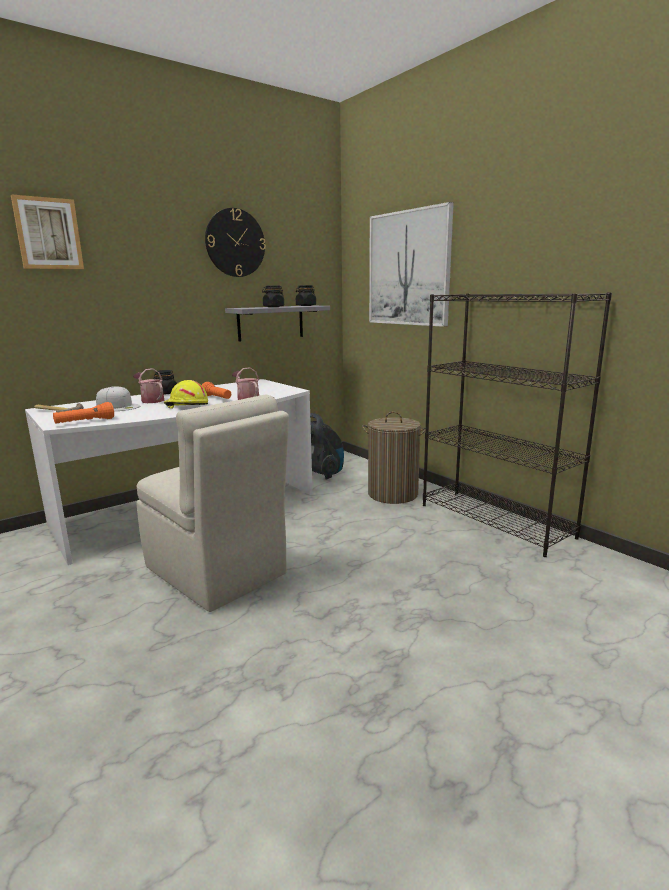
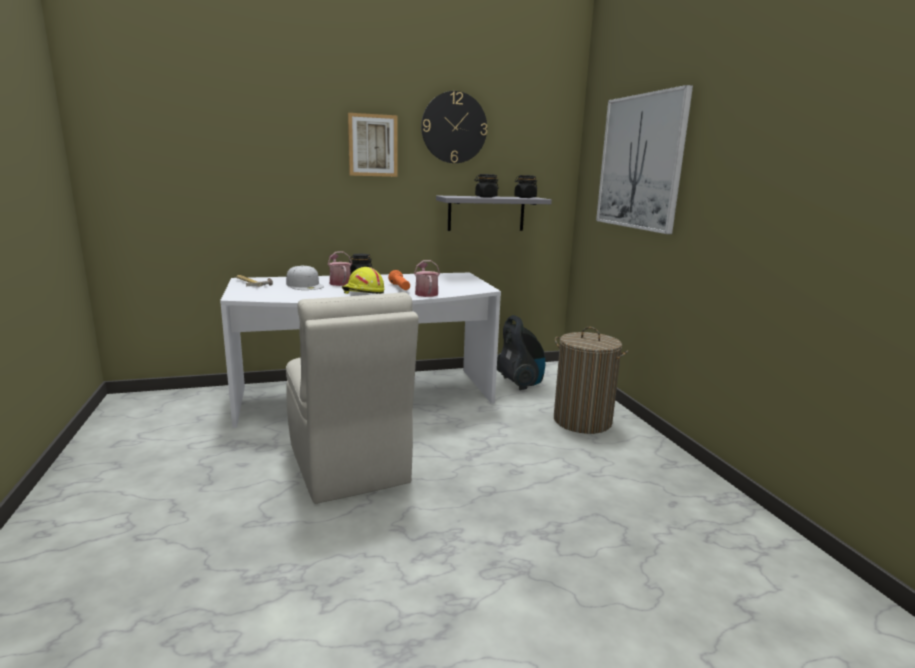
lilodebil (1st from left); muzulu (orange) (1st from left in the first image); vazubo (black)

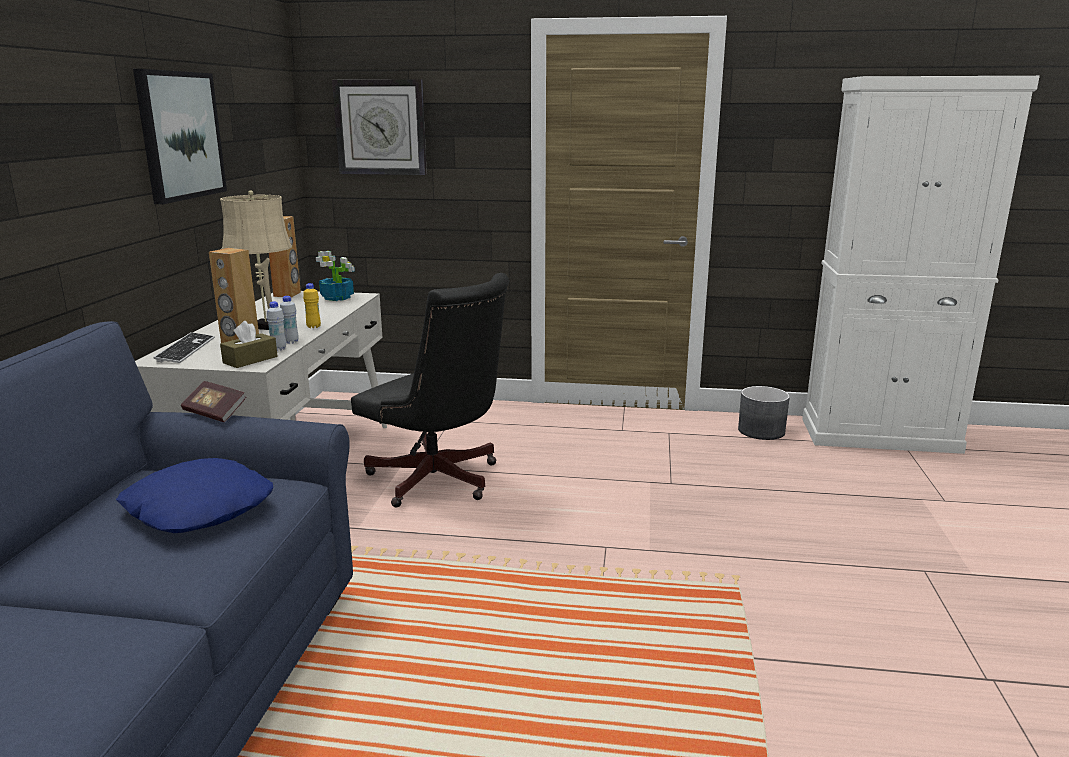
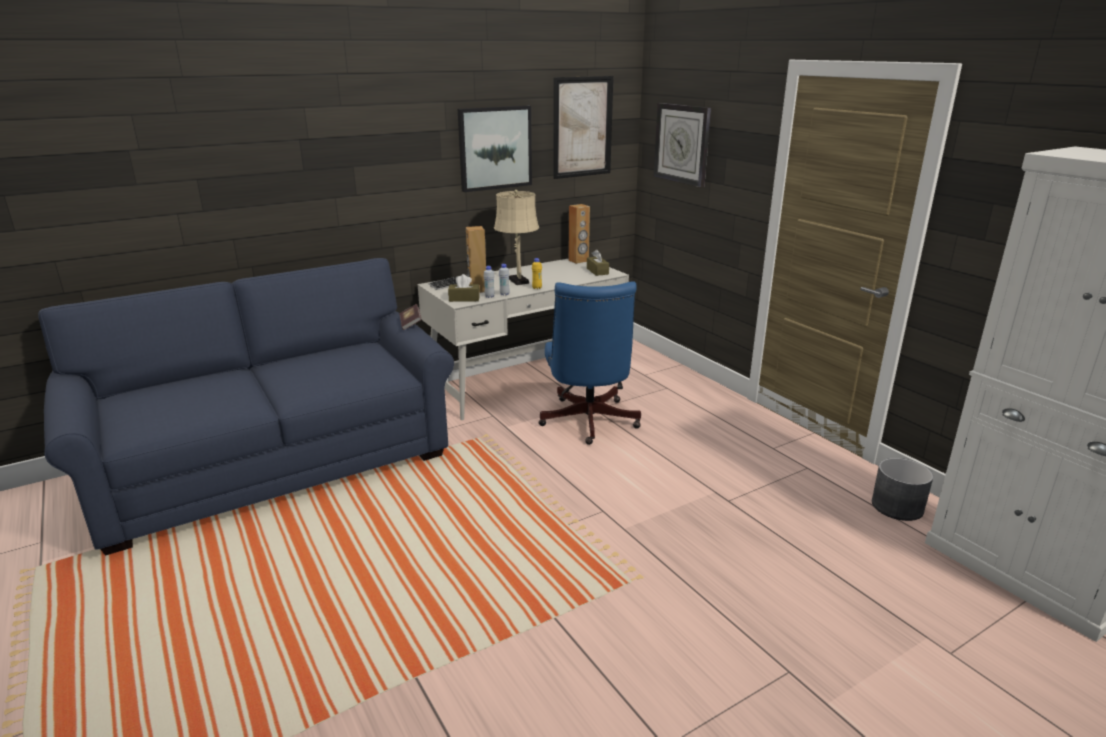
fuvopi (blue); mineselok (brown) (2nd from left); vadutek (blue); lilodebil (2nd from left)

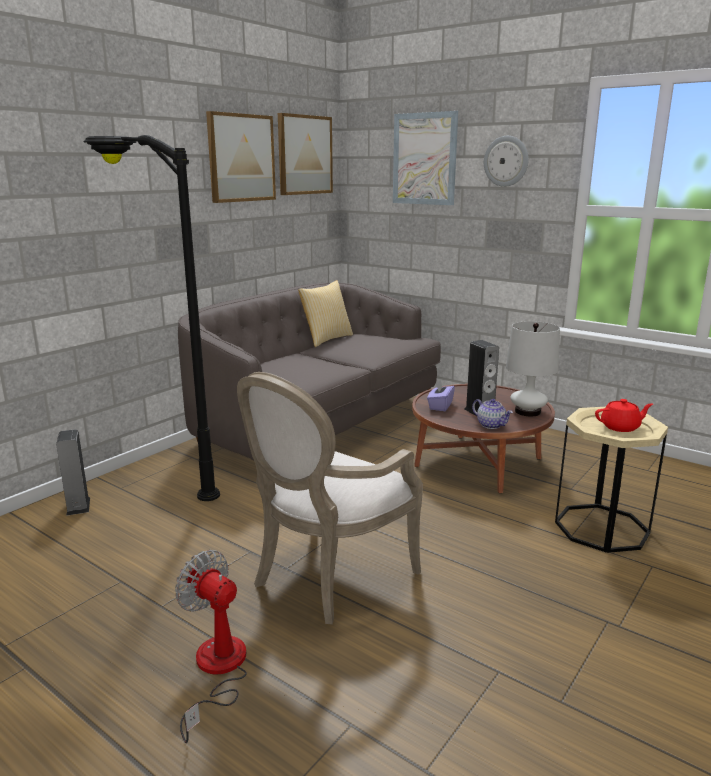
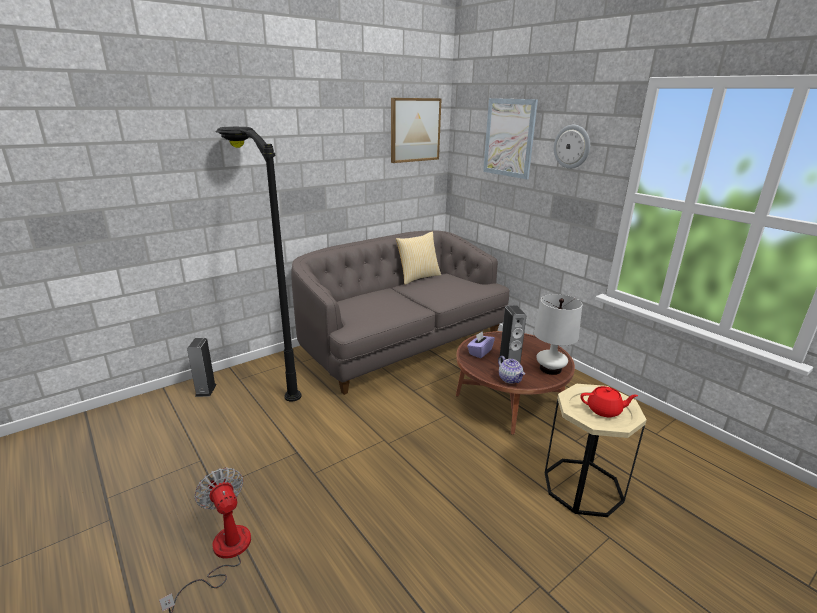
lilodebil (1st from left in the first image); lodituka

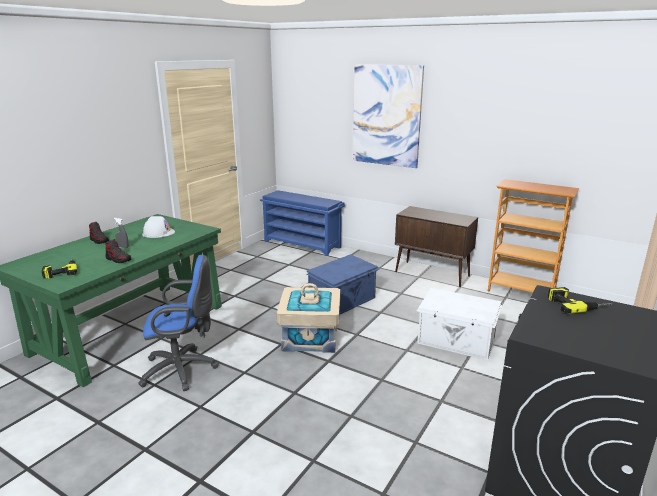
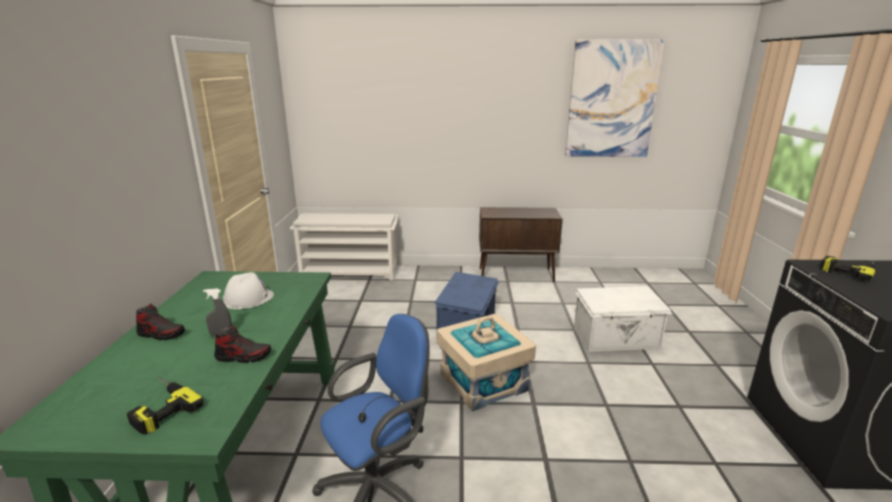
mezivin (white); lilodebil; vazubo

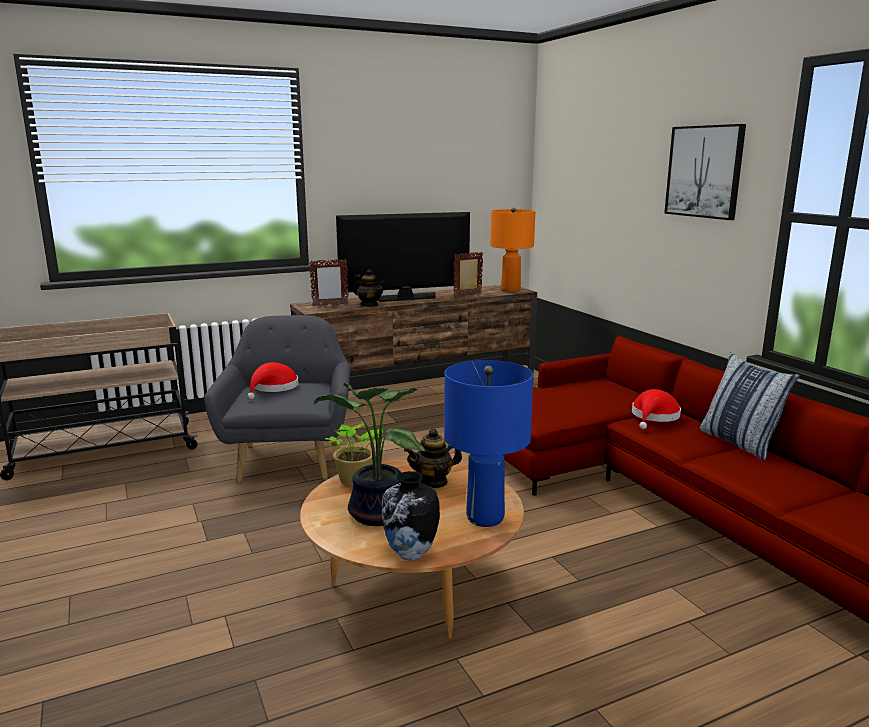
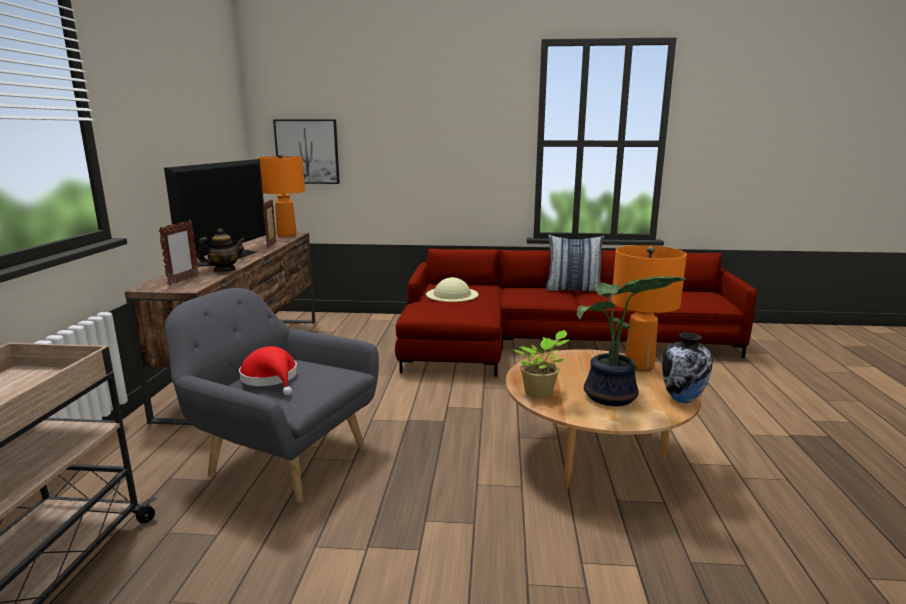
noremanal (2nd from left in the first image); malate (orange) (2nd from left); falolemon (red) (2nd from left in the first image); lilodebil; falolemon (beige)

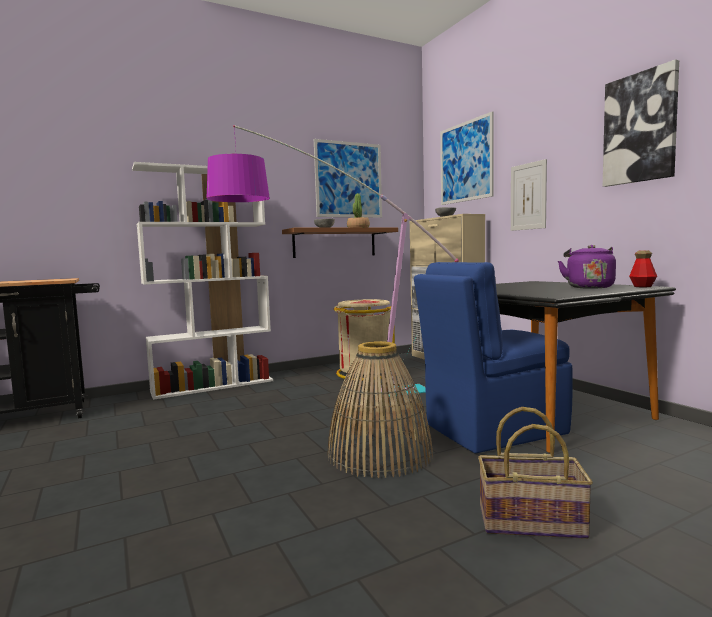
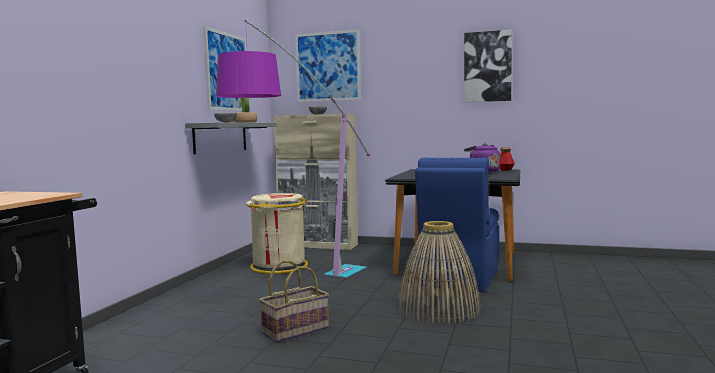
vazubo (white); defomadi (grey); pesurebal (1st from left); lilodebil (3rd from left in the first image)

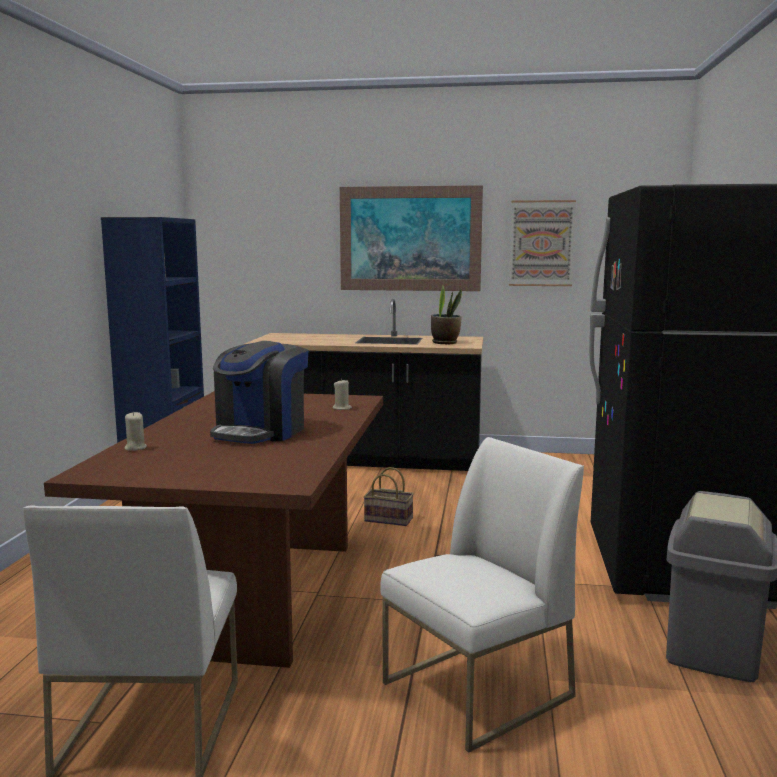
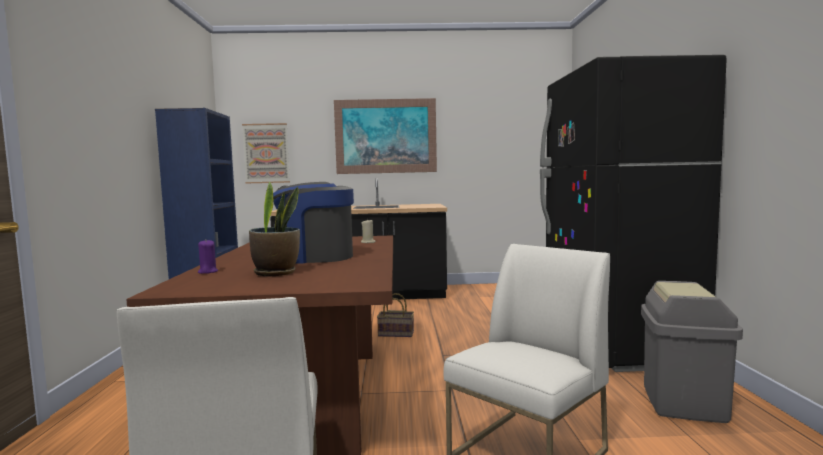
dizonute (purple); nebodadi; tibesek; lilodebil (1st from left)

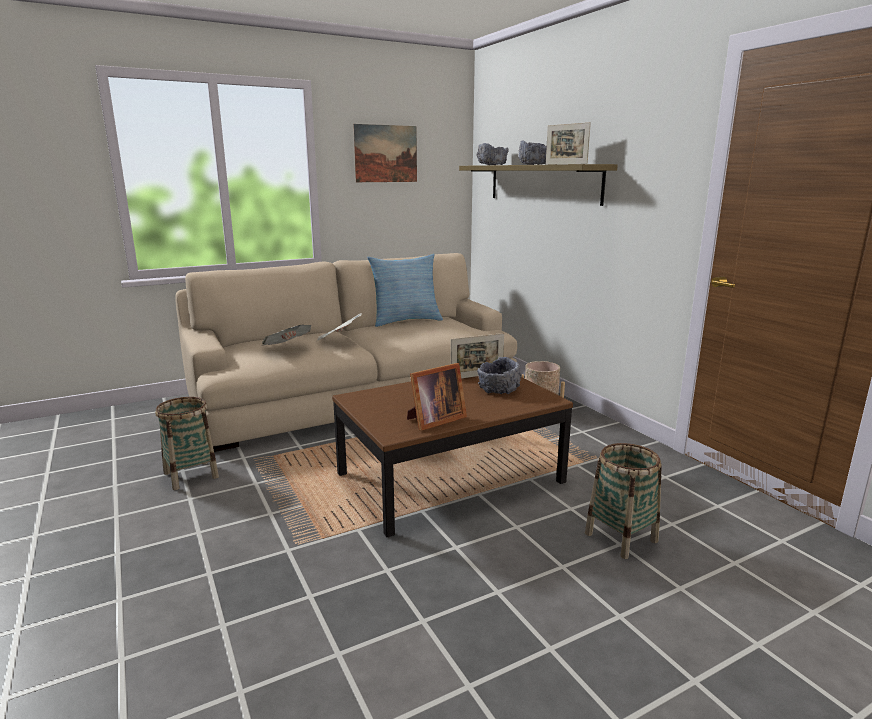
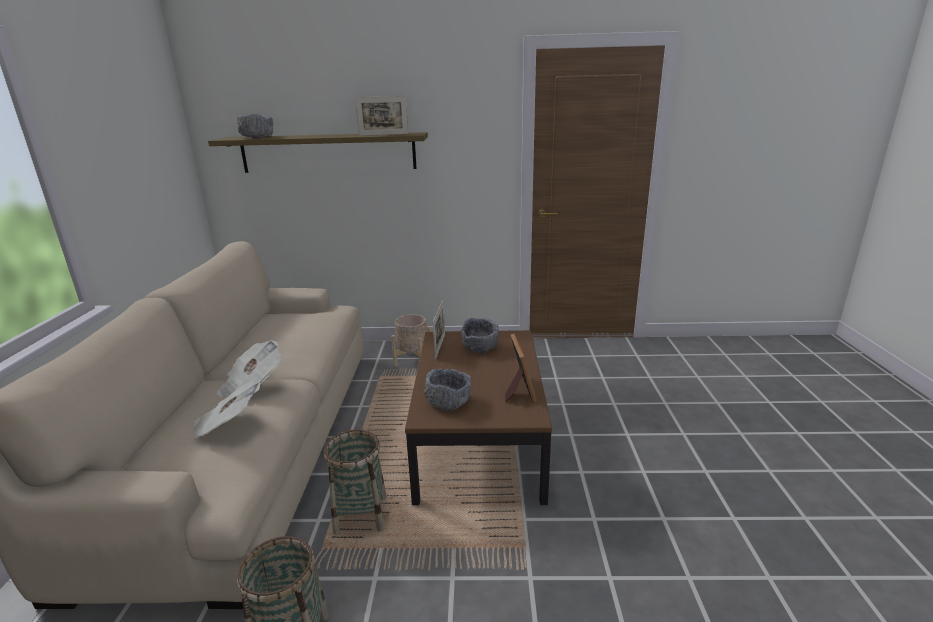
lilodebil; fuvopi; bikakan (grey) (2nd from left); pesurebal (2nd from left)

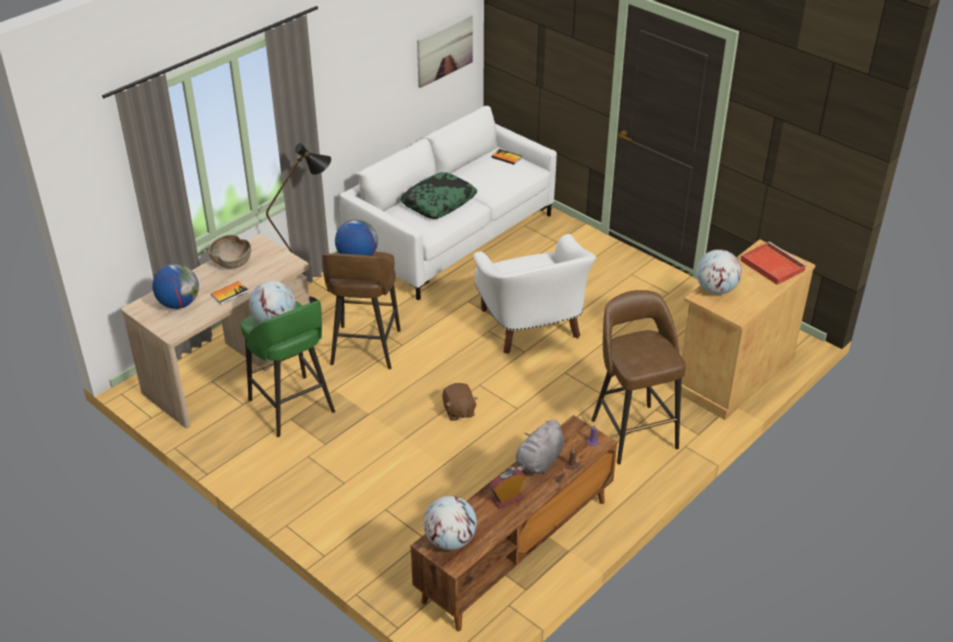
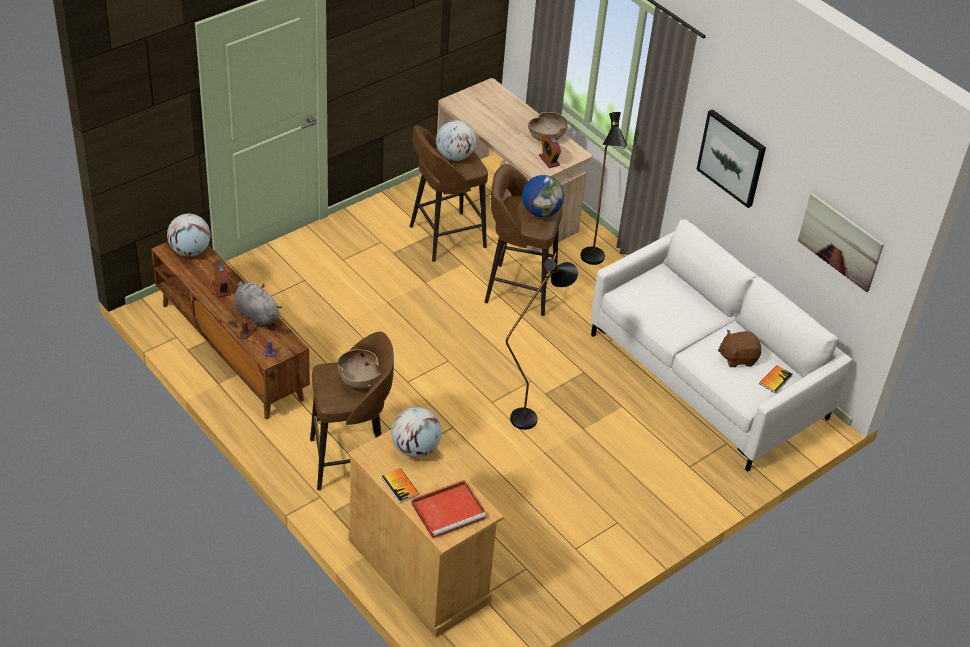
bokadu (1st from left in the first image); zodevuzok (1st from left); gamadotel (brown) (2nd from left); fuvopi; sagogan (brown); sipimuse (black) (1st from left); bikakan (brown) (1st from left); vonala (2nd from left); lilodebil (1st from left)

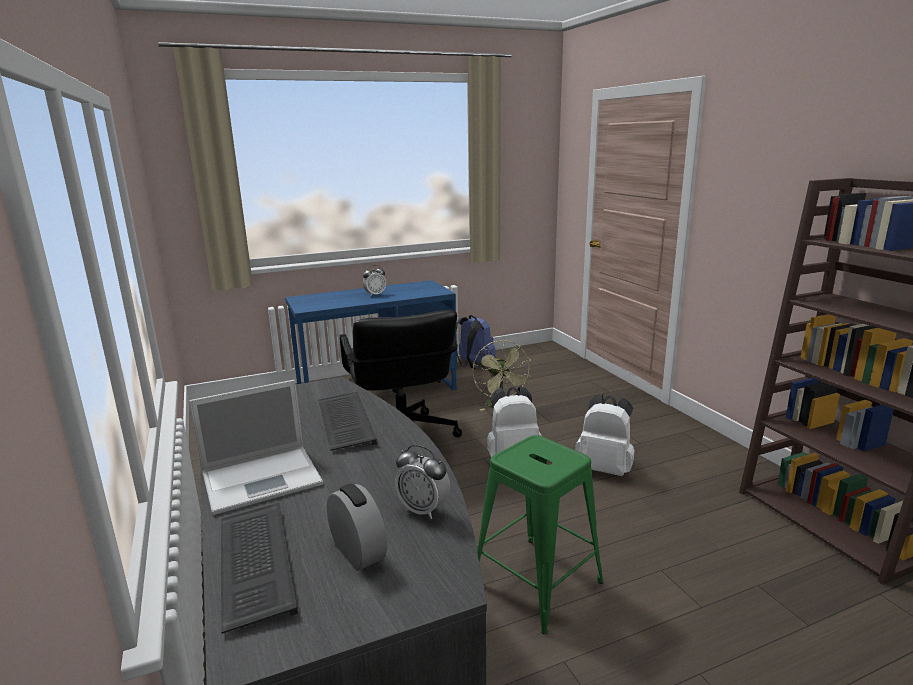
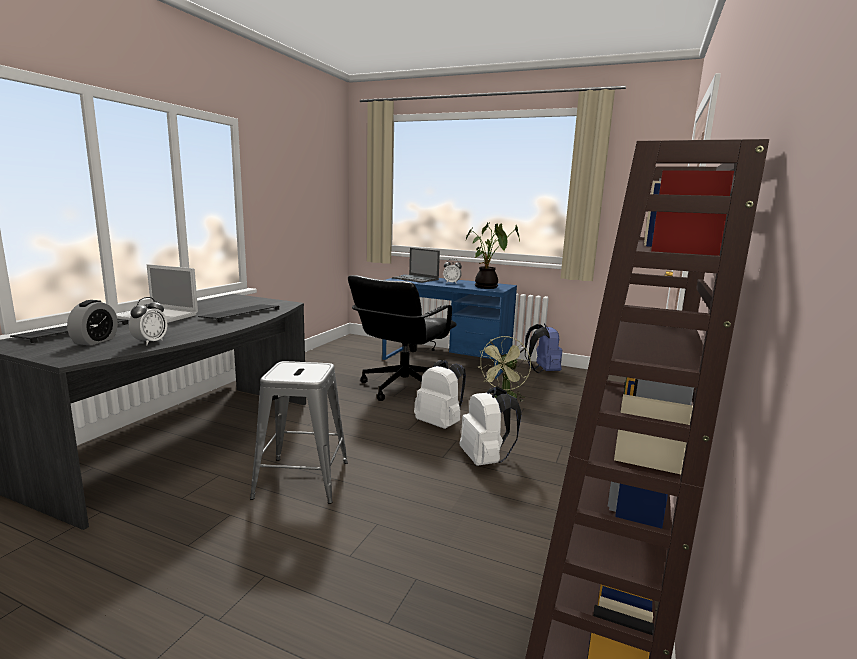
vonala (2nd from left); gamadotel (grey); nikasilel (2nd from left); tibesek

